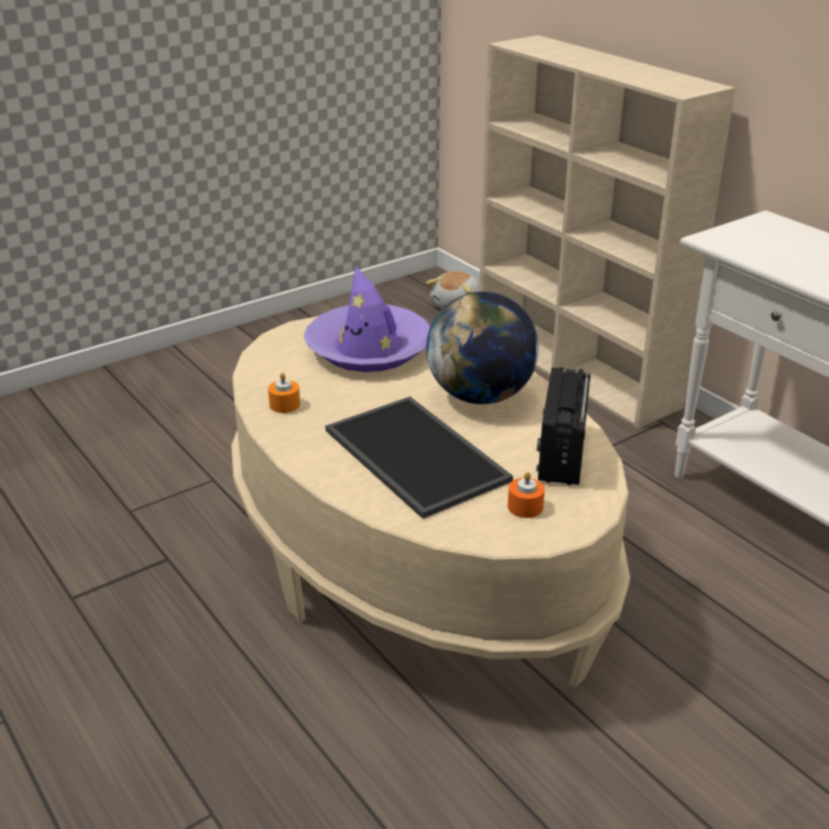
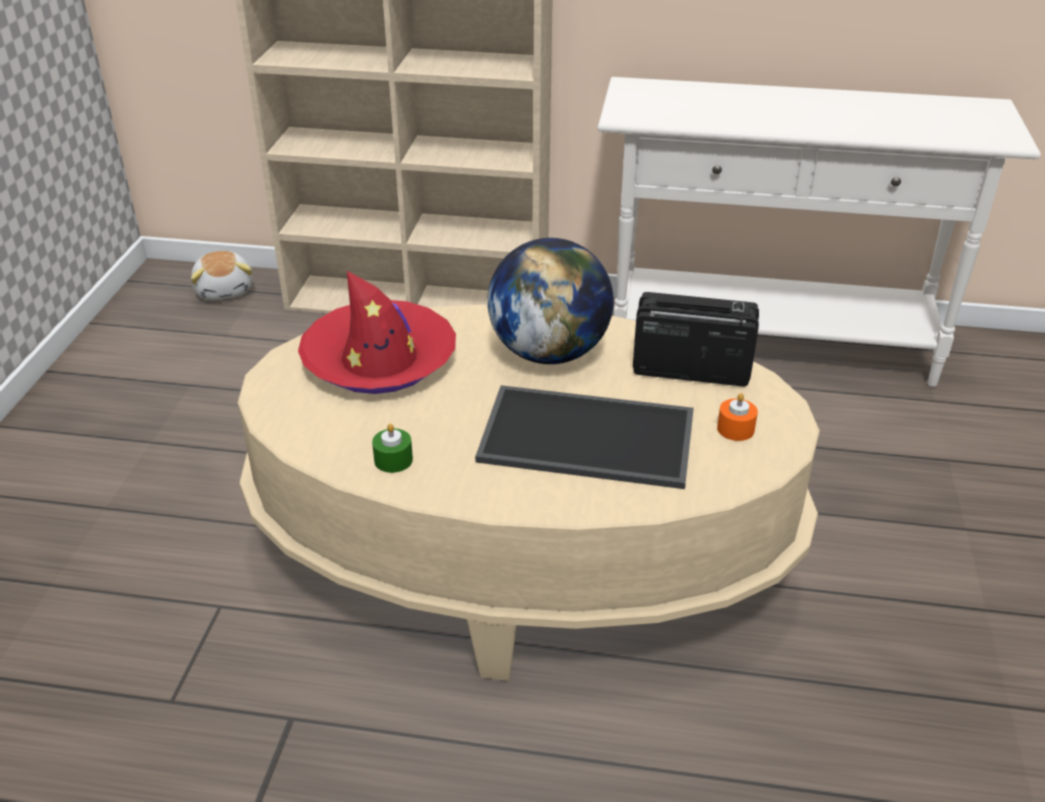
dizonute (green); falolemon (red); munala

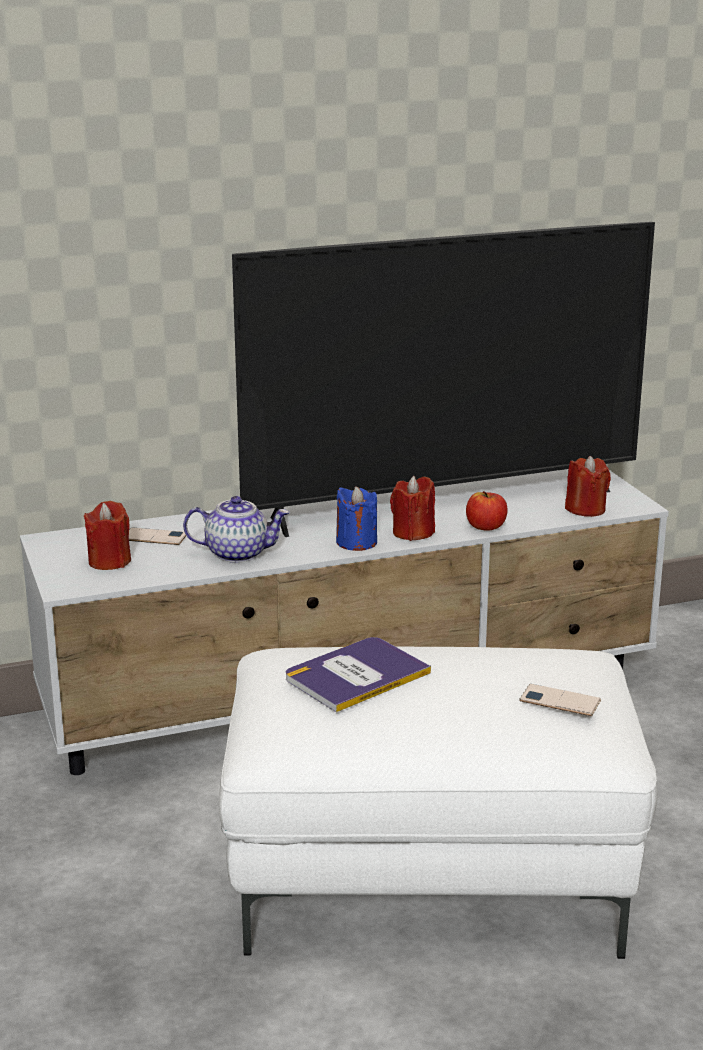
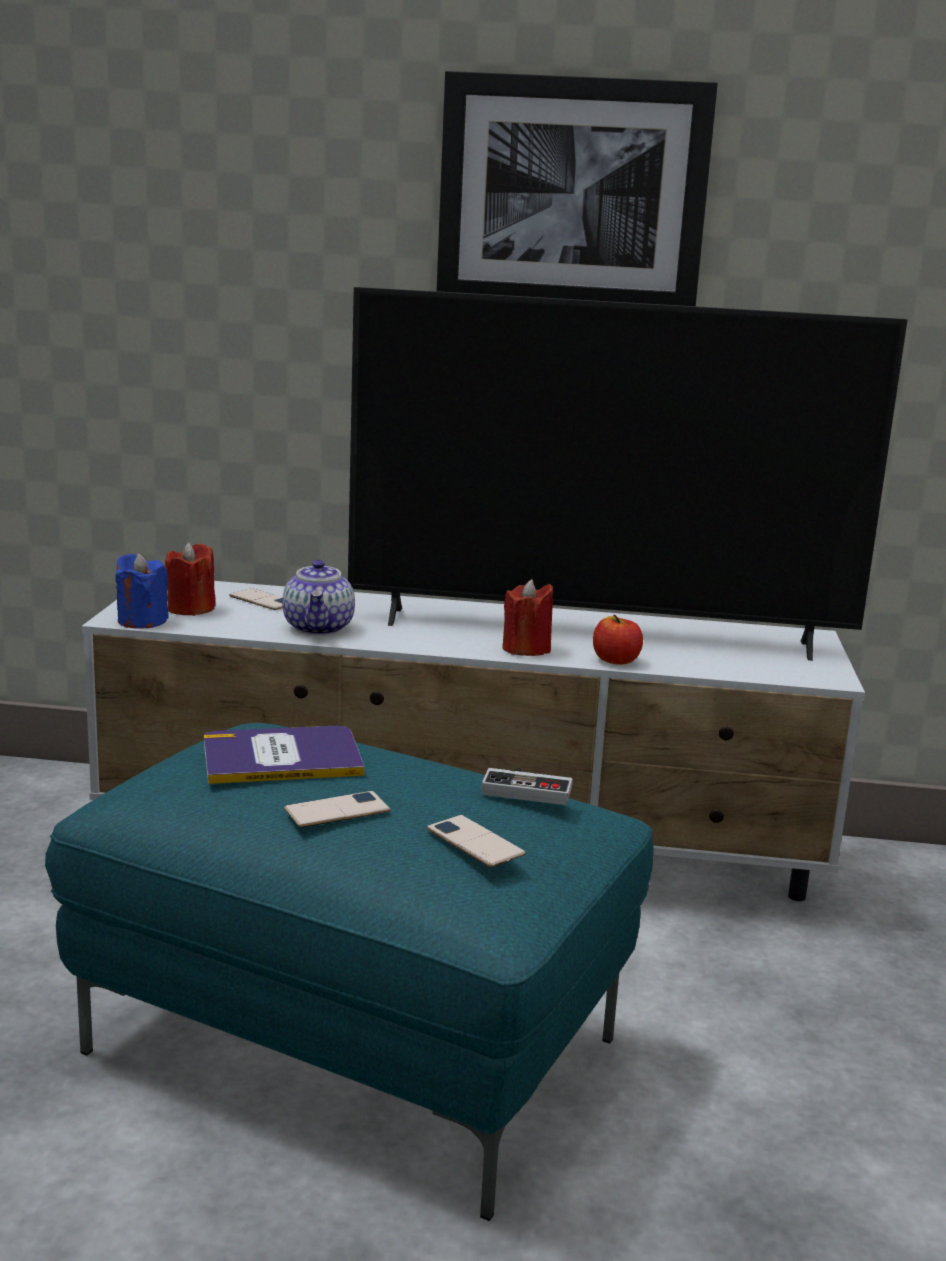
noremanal; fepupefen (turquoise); dizonute (blue); dizonute (red) (3rd from left in the first image); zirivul (2nd from left); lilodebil; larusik

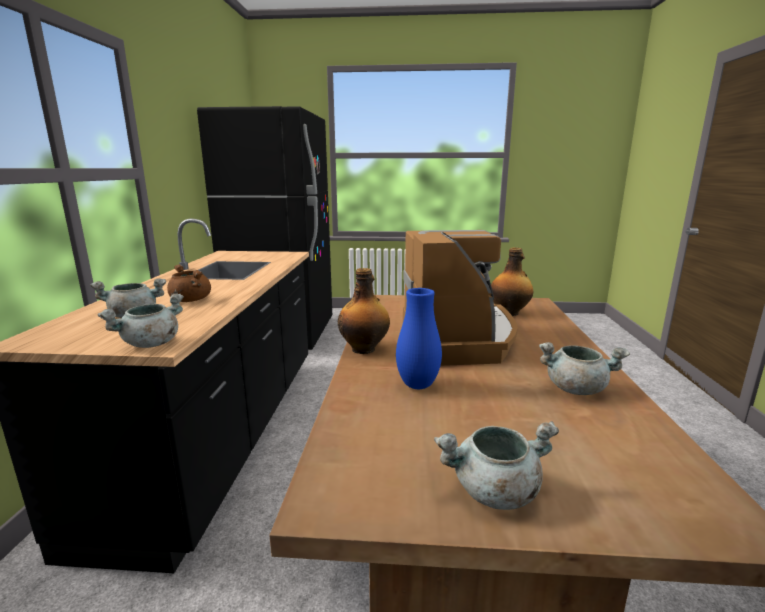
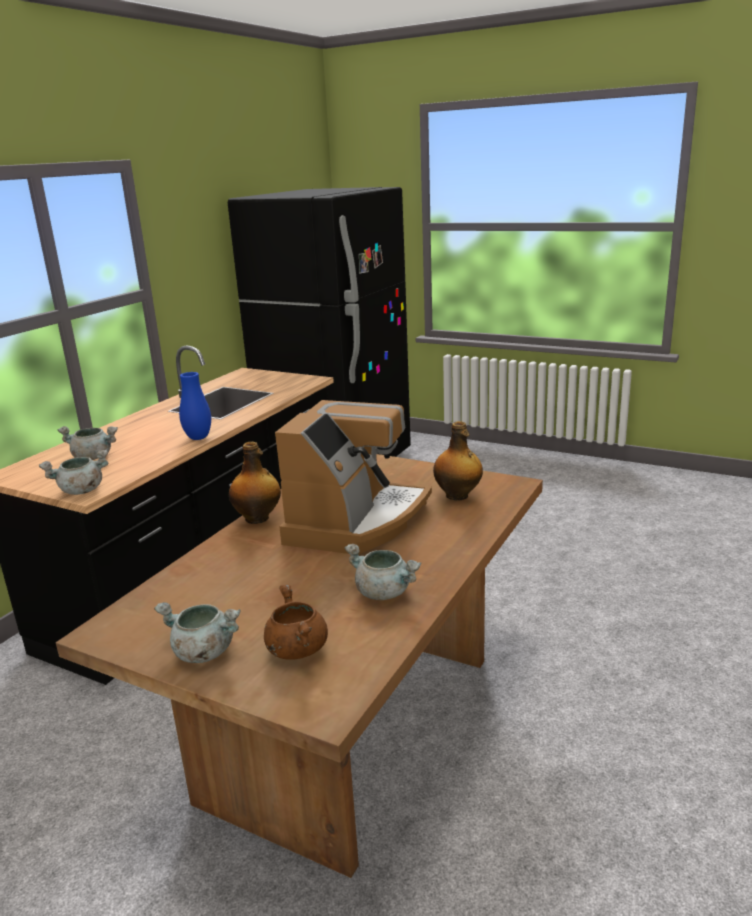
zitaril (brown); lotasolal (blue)

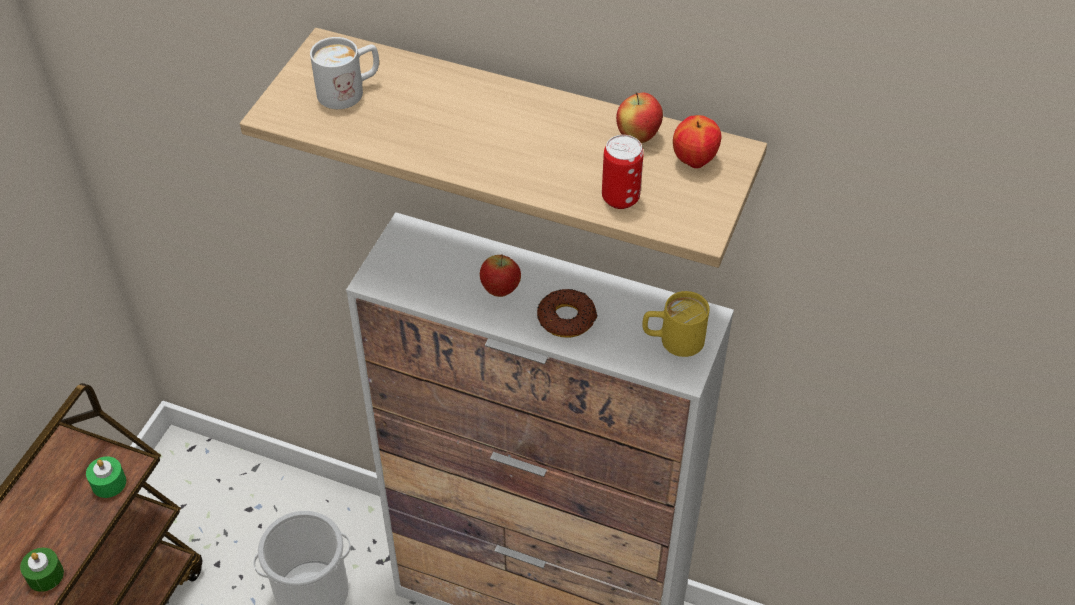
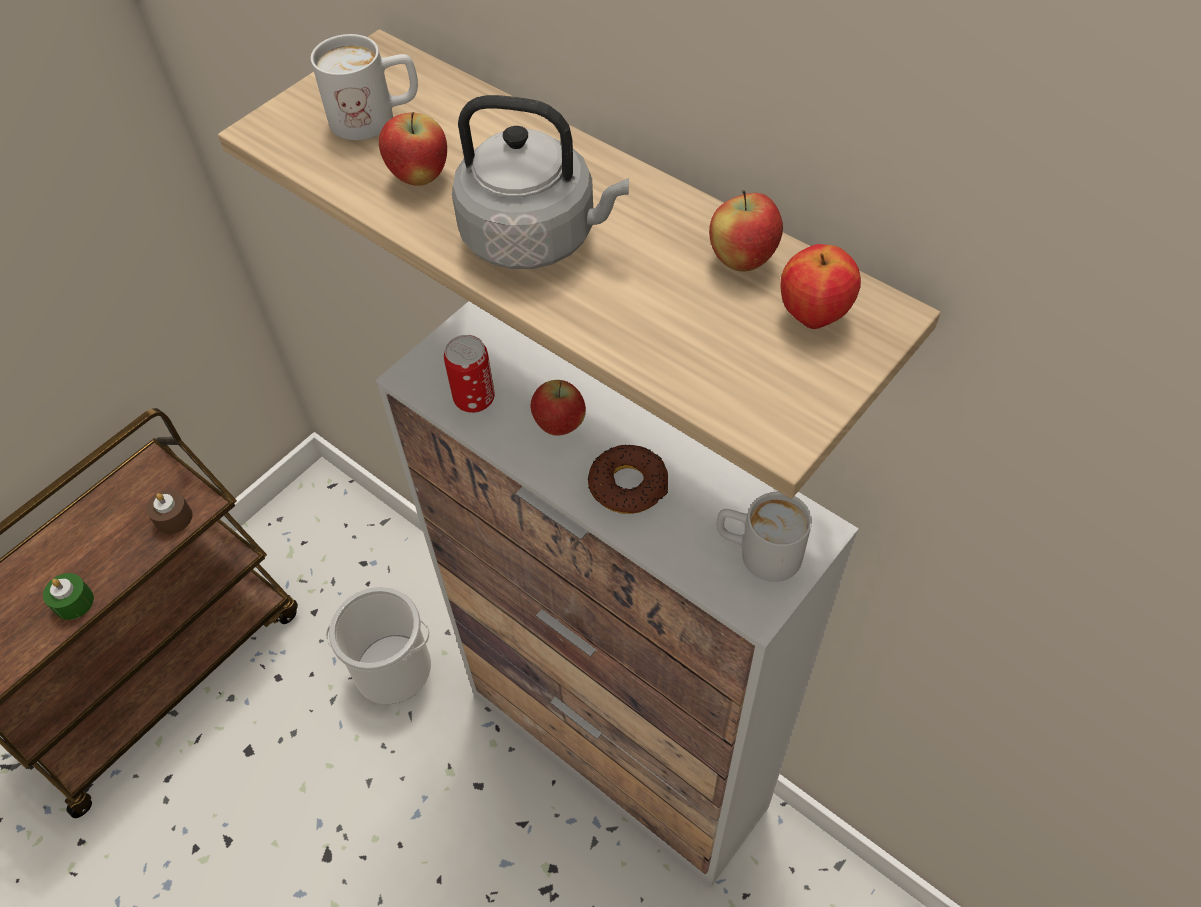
dizonute (brown); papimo; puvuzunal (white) (2nd from left); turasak (1st from left); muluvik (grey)

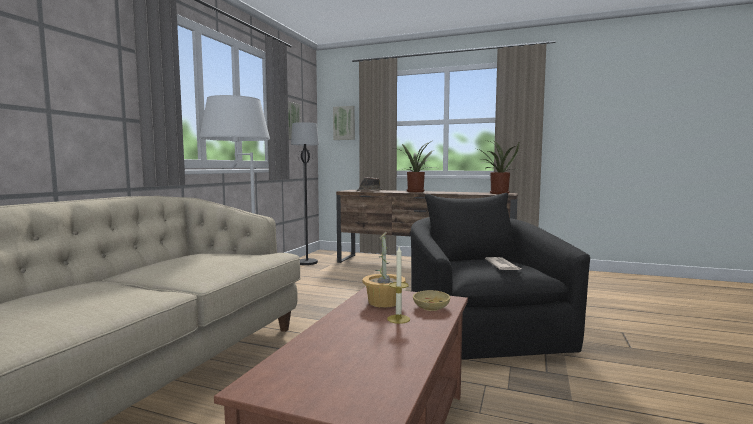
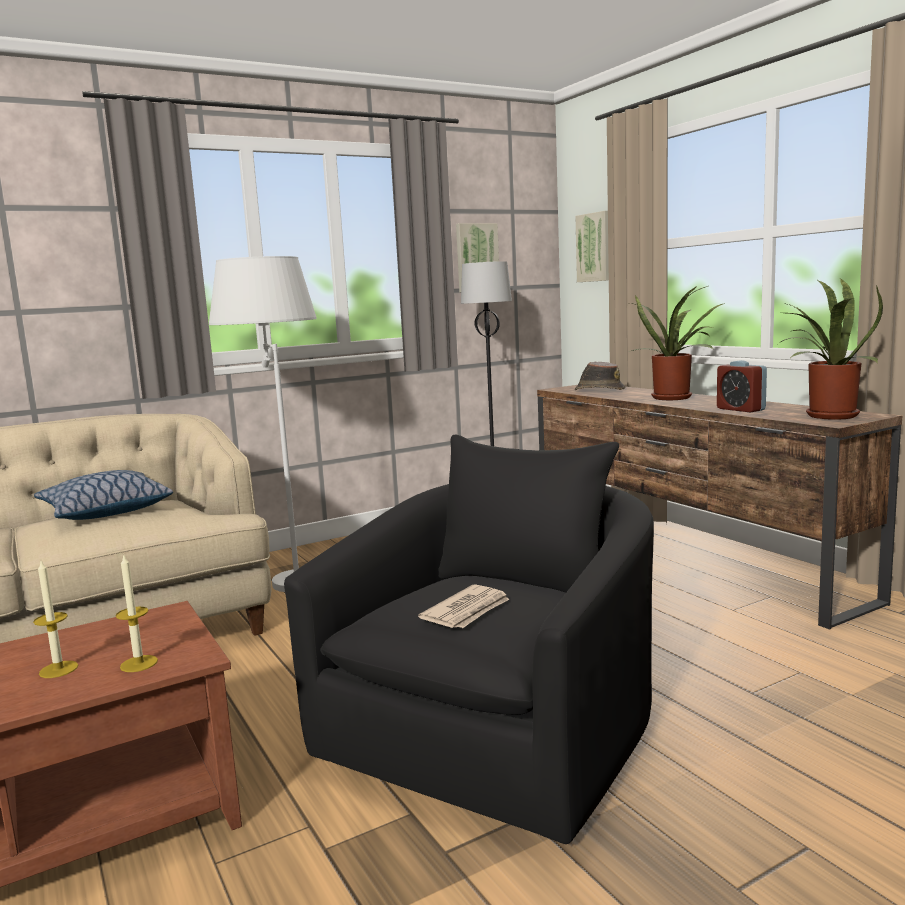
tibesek (1st from left in the first image); dizonute (2nd from left); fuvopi; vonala

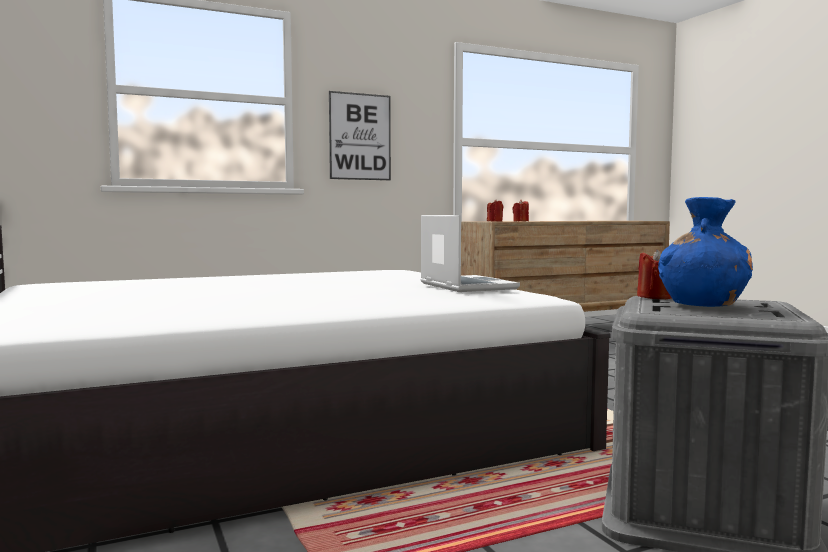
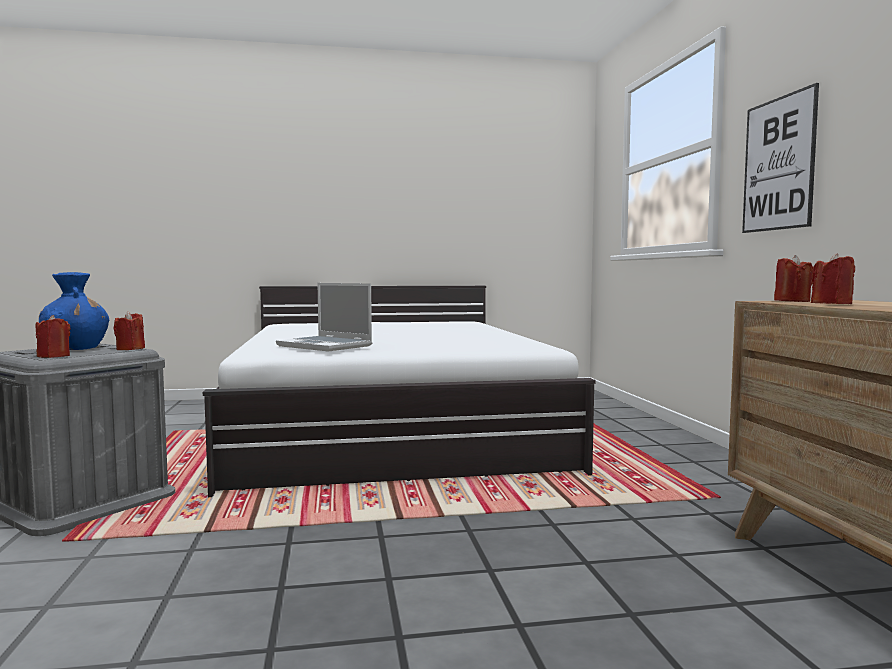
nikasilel; dizonute (red) (1st from left)

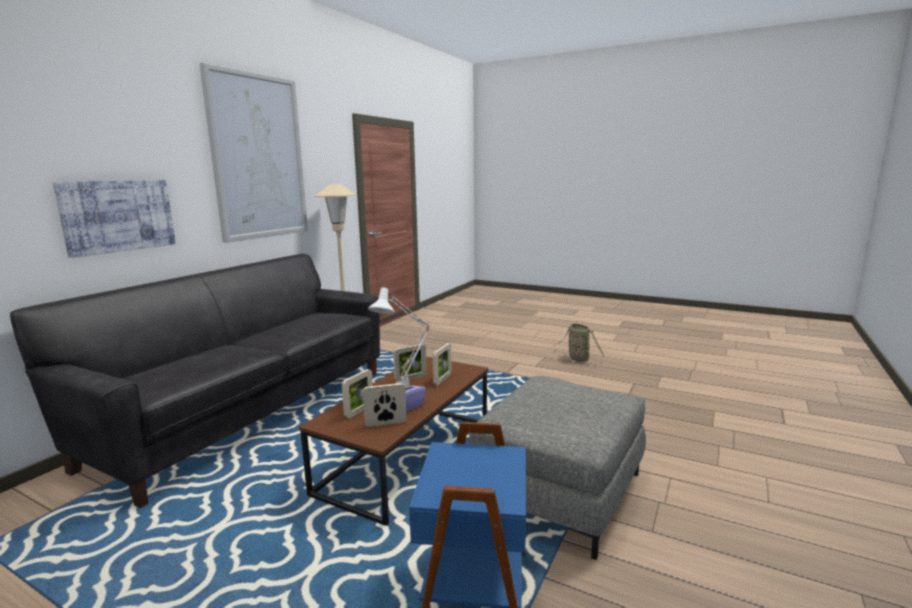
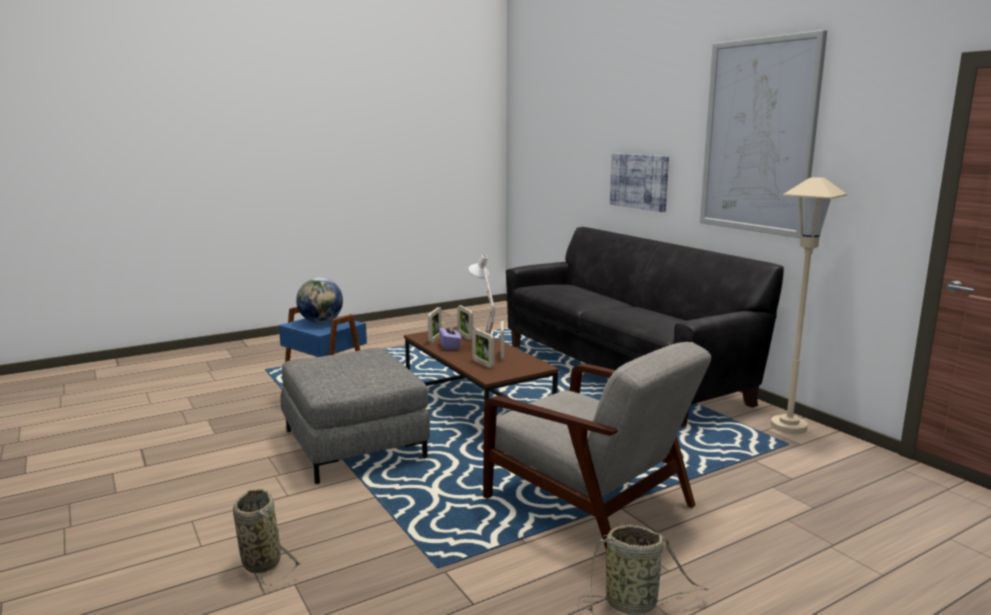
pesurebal (1st from left); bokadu; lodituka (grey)

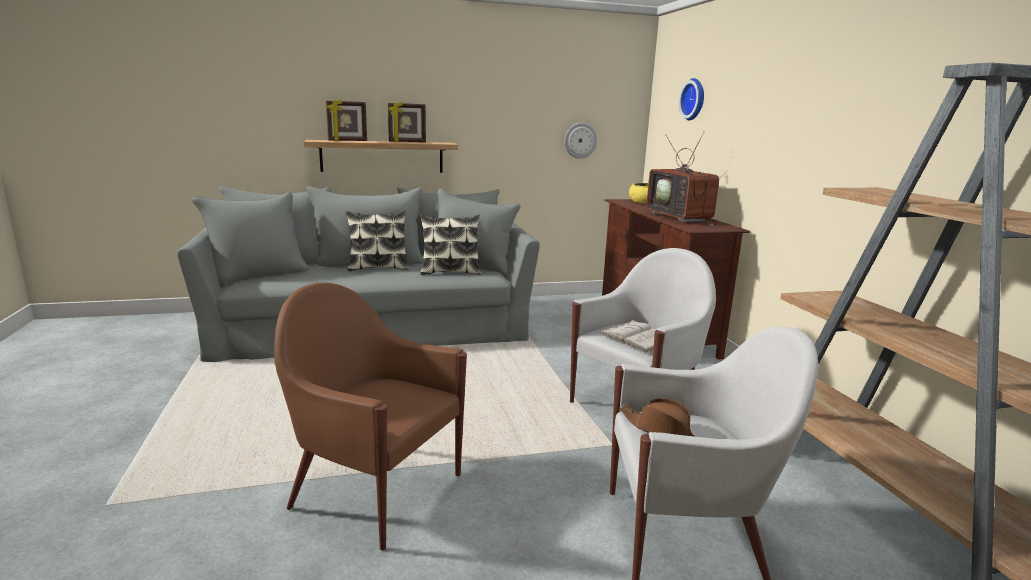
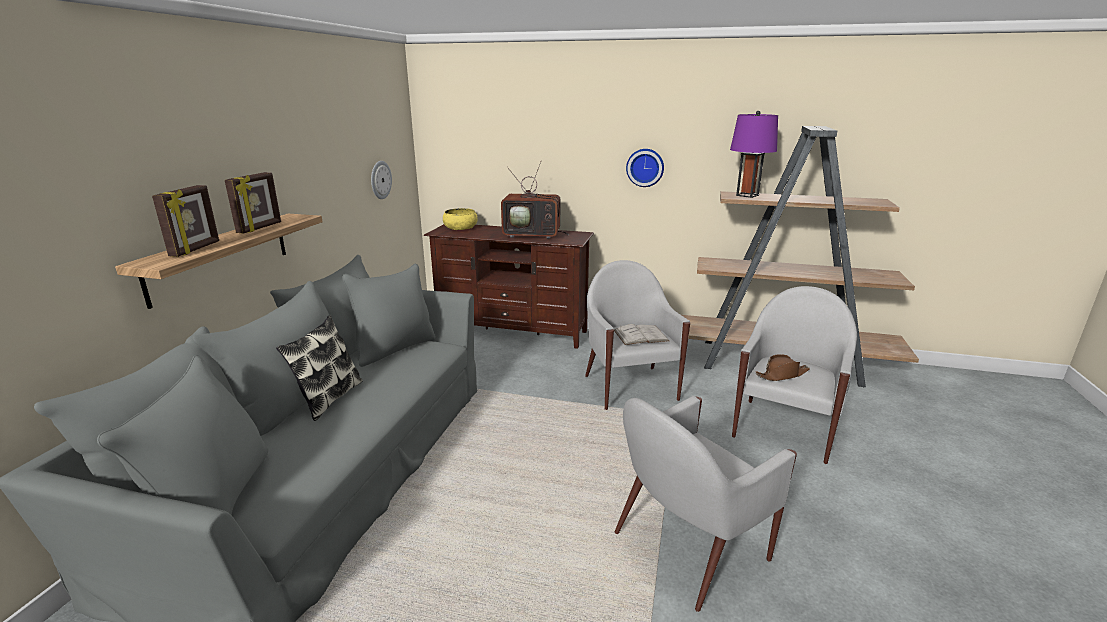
lodituka (white) (2nd from left); fuvopi (2nd from left in the first image); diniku (2nd from left); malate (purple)

